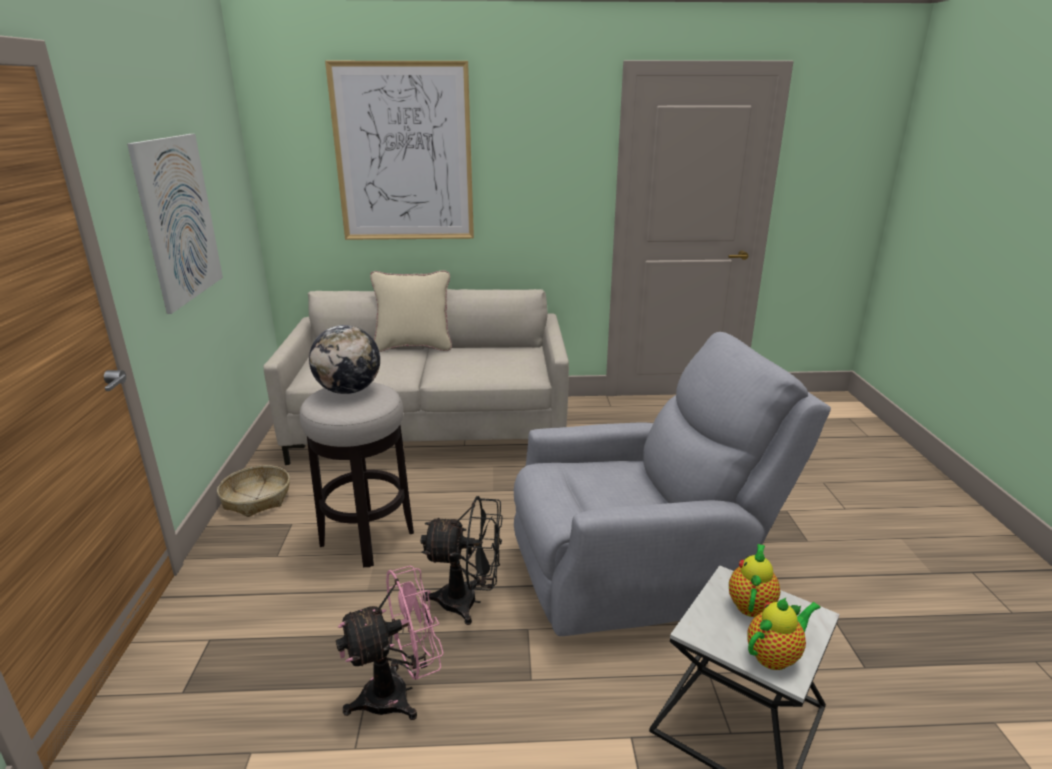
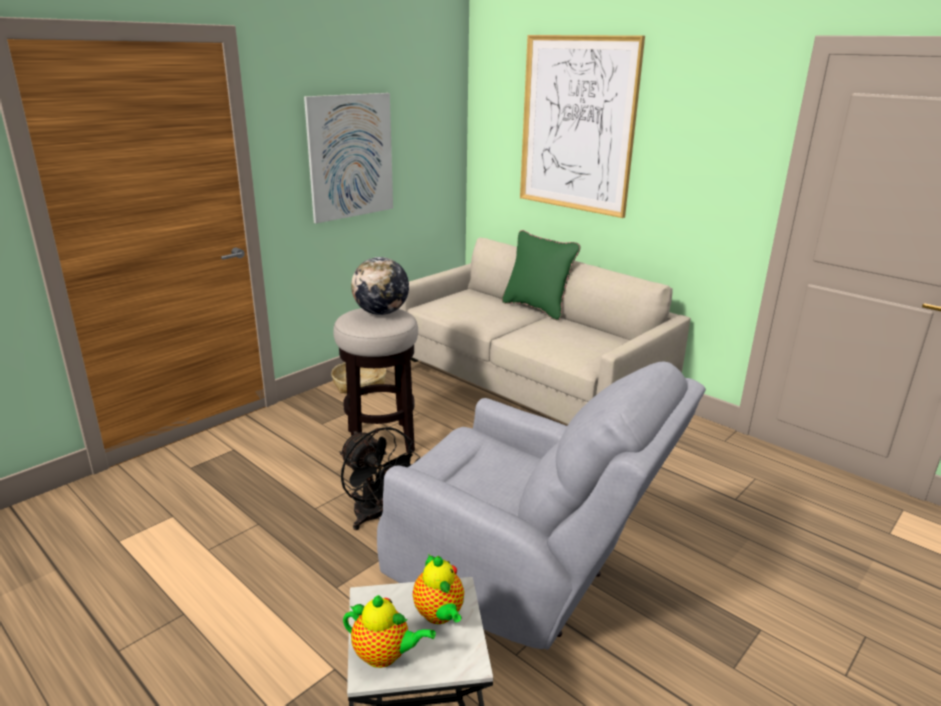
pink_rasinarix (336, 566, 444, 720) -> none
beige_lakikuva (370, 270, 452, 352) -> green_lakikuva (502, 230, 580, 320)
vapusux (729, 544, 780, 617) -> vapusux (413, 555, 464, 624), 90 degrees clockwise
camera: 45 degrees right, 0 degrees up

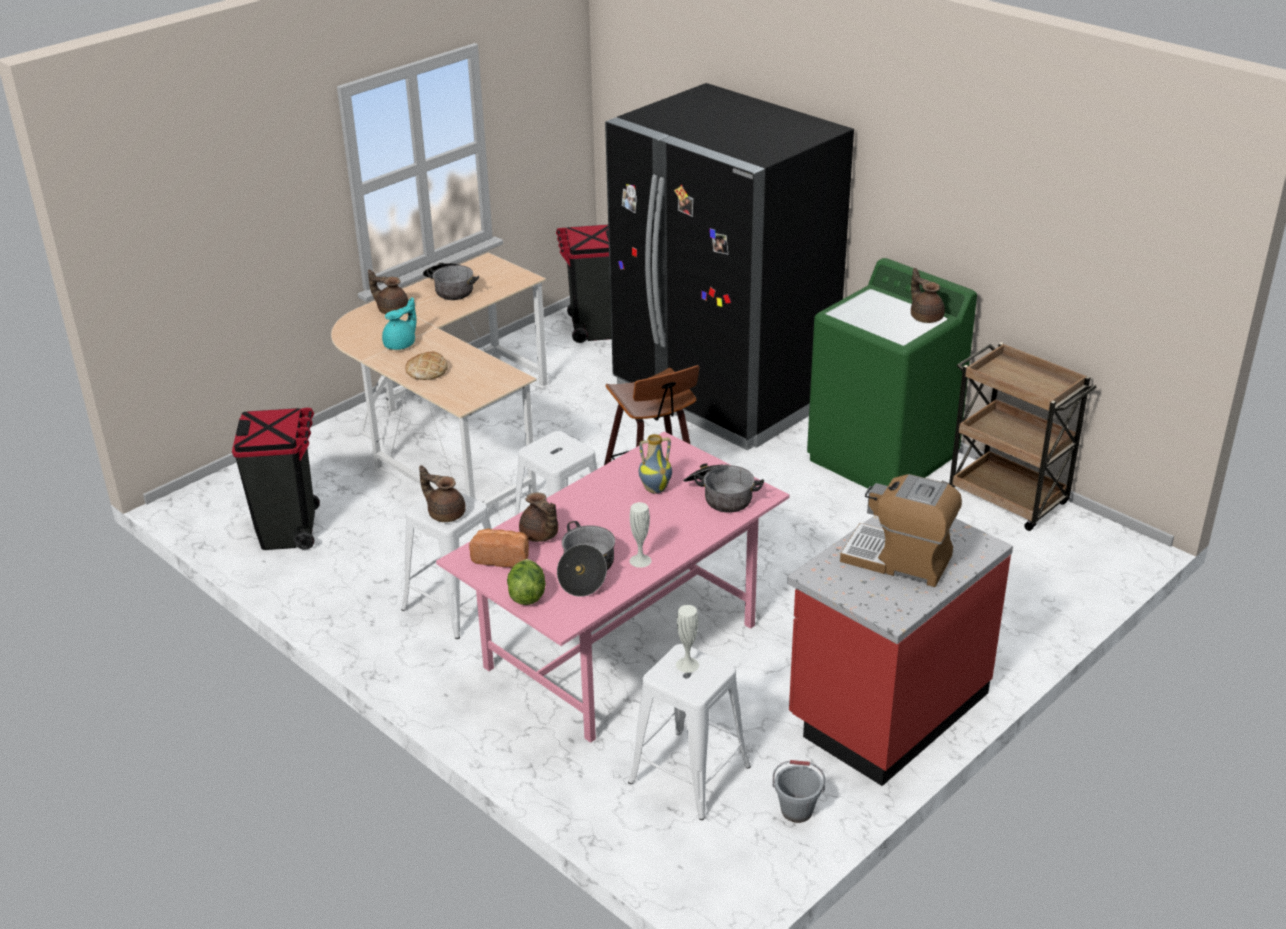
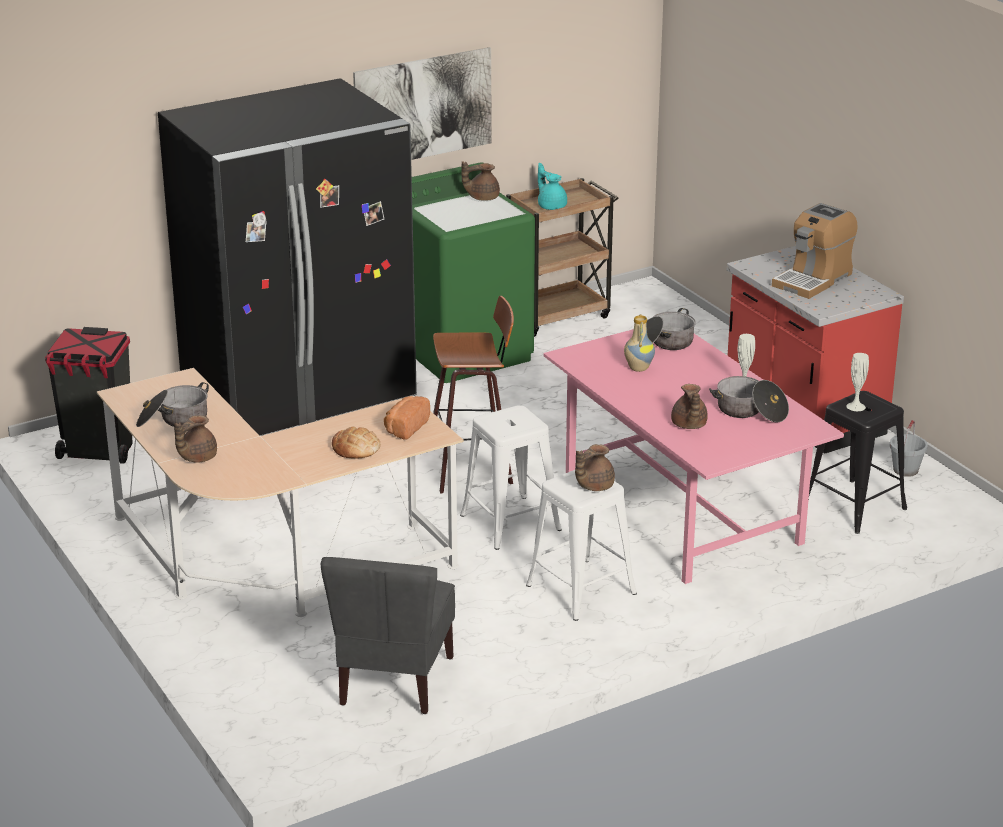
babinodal (507, 559, 546, 605) -> none
none -> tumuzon (353, 47, 491, 160)
turquoise_vapusux (382, 297, 416, 350) -> turquoise_vapusux (538, 163, 567, 210), relocated
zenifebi (469, 529, 529, 568) -> zenifebi (384, 396, 430, 440), relocated
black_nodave (232, 408, 320, 550) -> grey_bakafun (321, 557, 455, 714)
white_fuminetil (628, 644, 751, 820) -> black_fuminetil (808, 391, 907, 534)
brown_vapusux (519, 493, 558, 542) -> brown_vapusux (671, 384, 708, 429), 105 degrees clockwise
camera: 75 degrees left, 5 degrees down

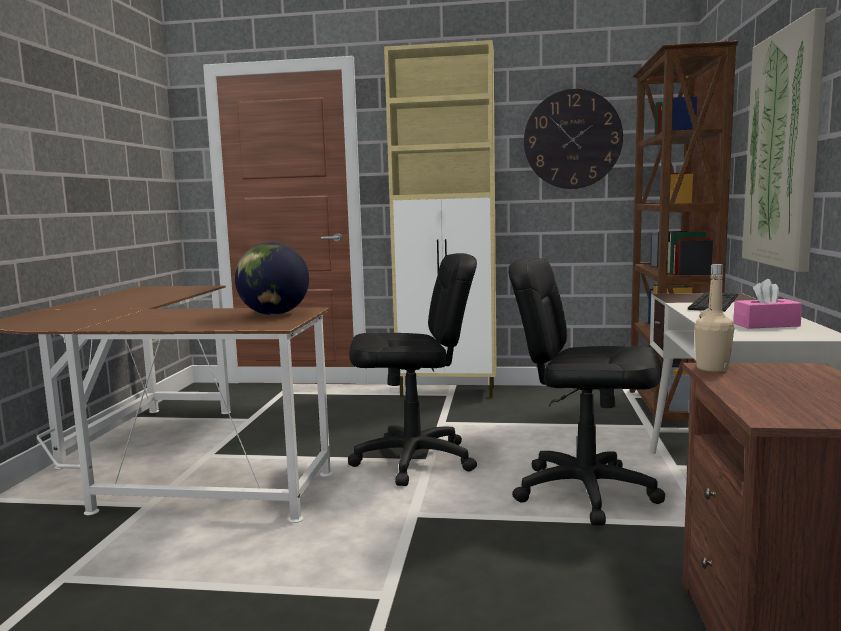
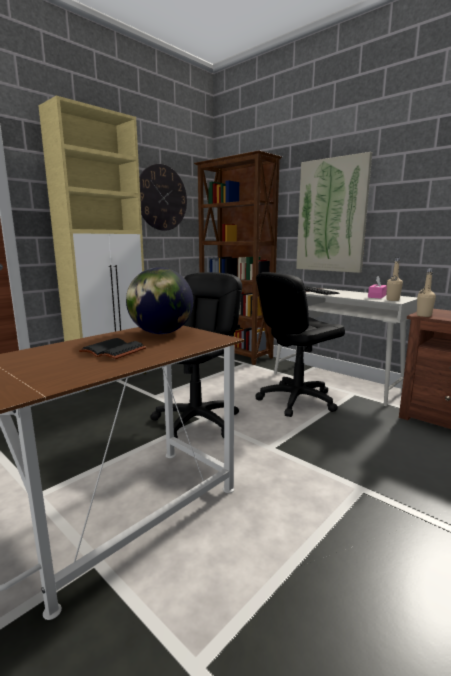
none -> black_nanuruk (79, 338, 146, 359)
none -> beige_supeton (387, 257, 403, 301)
camera: 55 degrees left, 5 degrees up

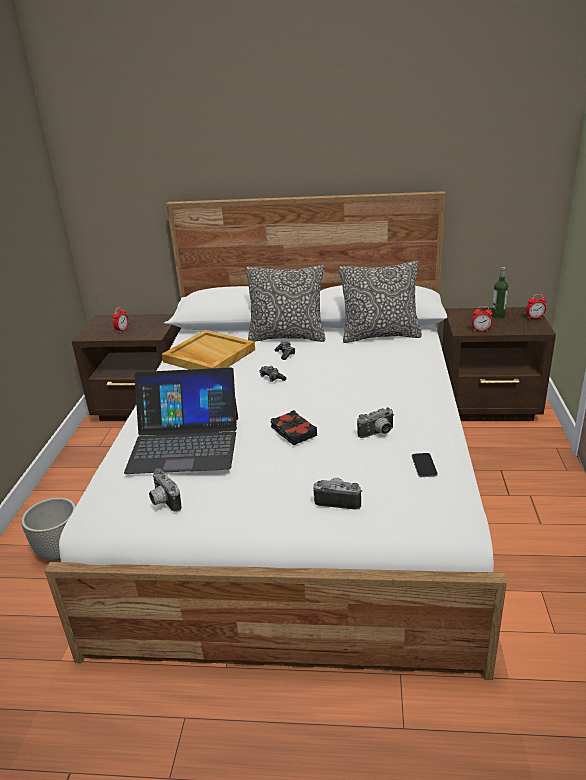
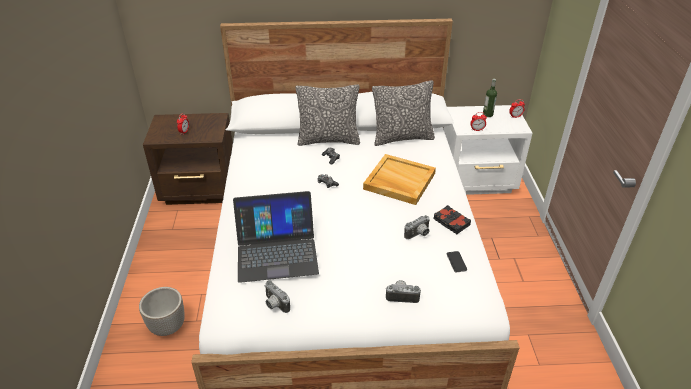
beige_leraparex (162, 330, 255, 370) -> beige_leraparex (363, 154, 436, 205), relocated
black_nanuruk (271, 410, 317, 445) -> black_nanuruk (434, 205, 471, 234), relocated
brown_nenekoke (442, 307, 556, 421) -> white_nenekoke (443, 105, 533, 195)
camera: 10 degrees left, 10 degrees up

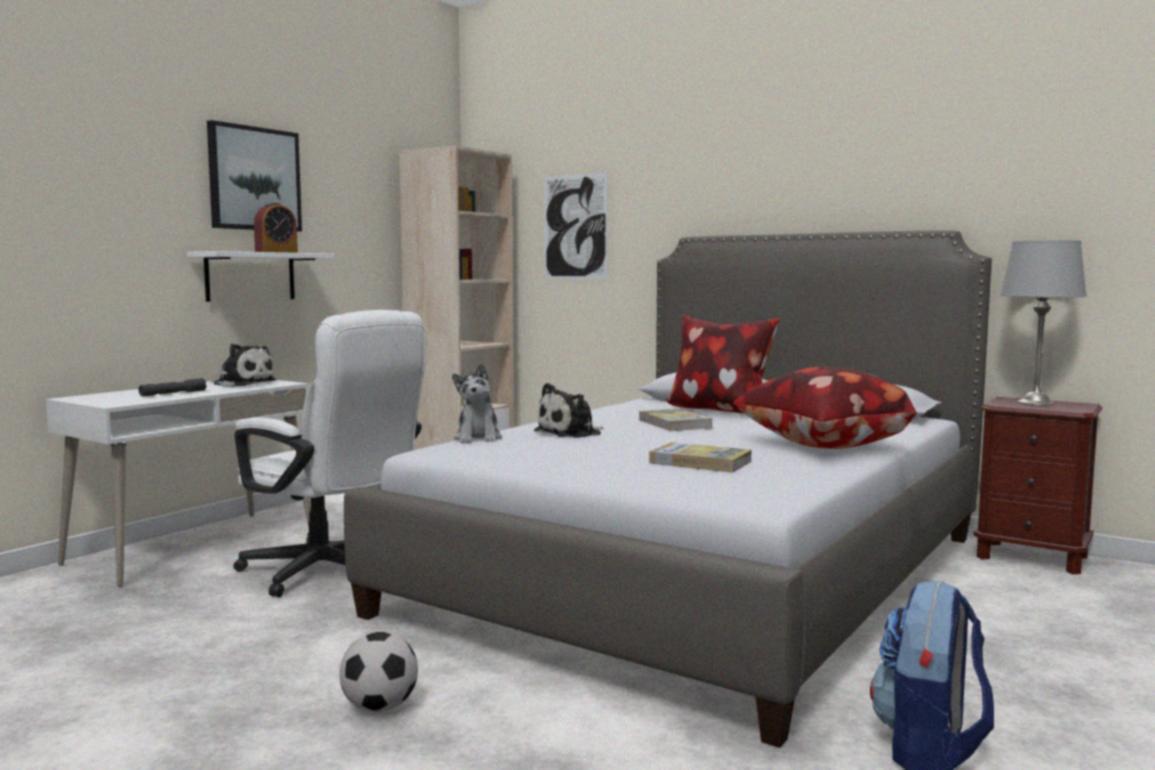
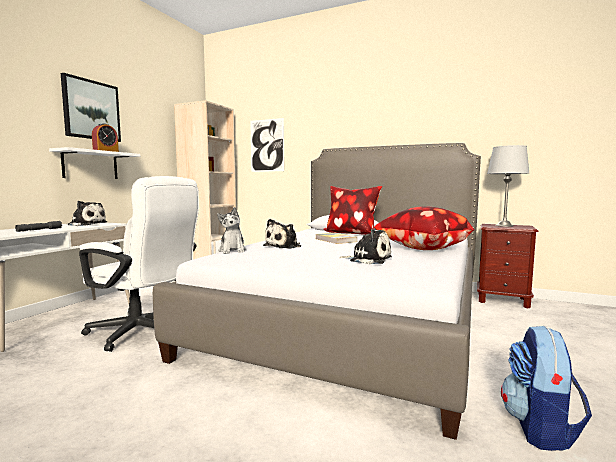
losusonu (340, 632, 418, 712) -> none
nanuruk (649, 442, 752, 473) -> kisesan (339, 229, 392, 264)
camera: 10 degrees left, 0 degrees up

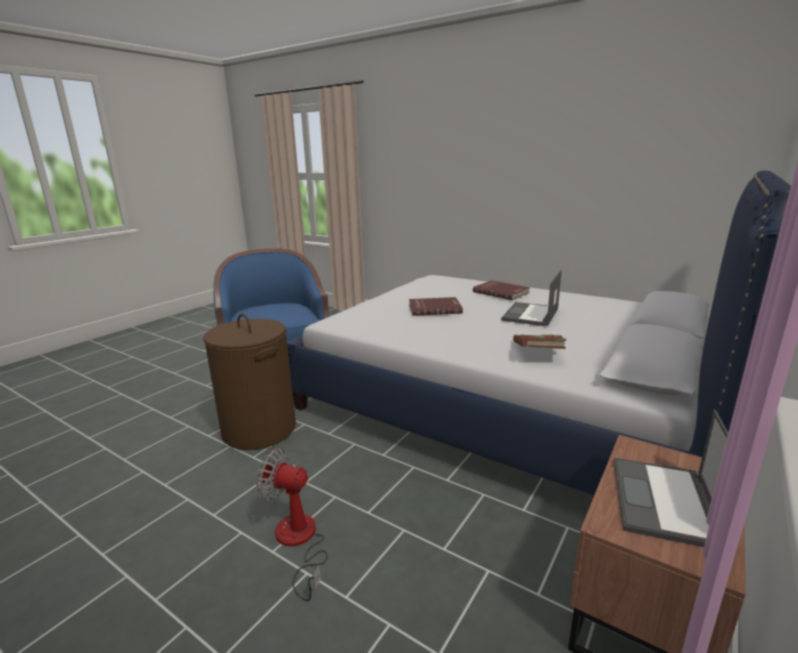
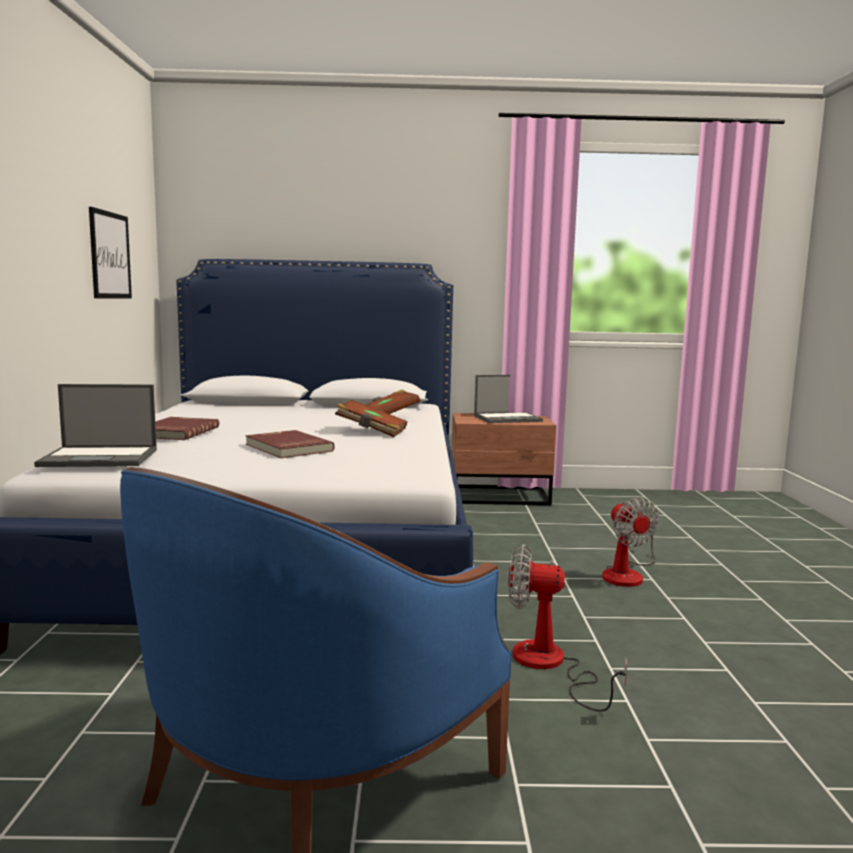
none -> tumuzon (89, 207, 132, 299)
none -> brown_nanuruk (335, 400, 408, 437)
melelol (501, 270, 562, 326) -> melelol (34, 384, 157, 467), relocated
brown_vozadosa (203, 314, 296, 450) -> rasinarix (509, 544, 627, 712)
camera: 125 degrees left, 10 degrees down

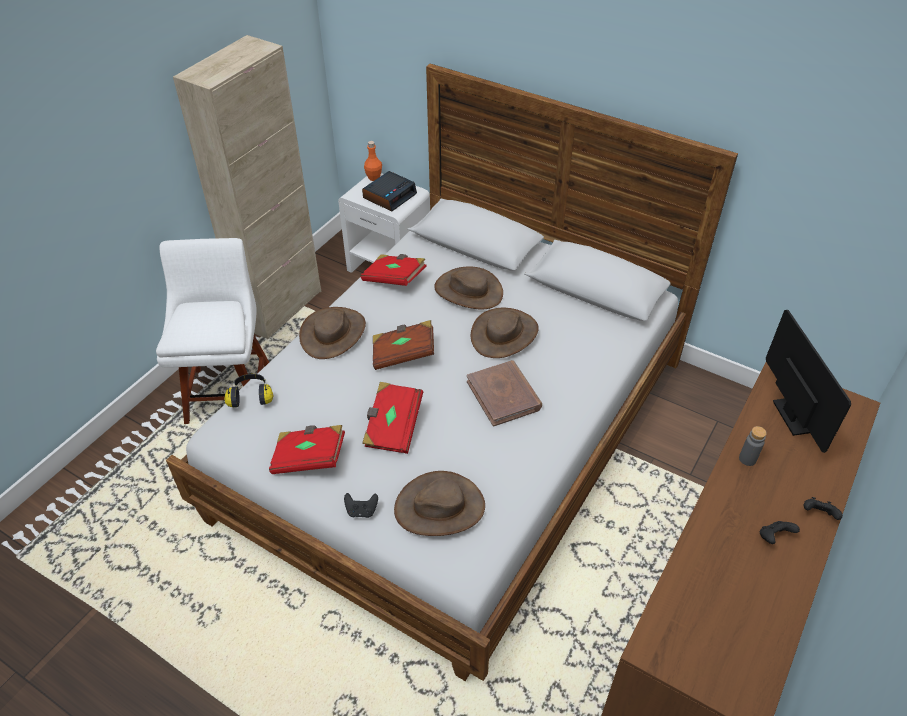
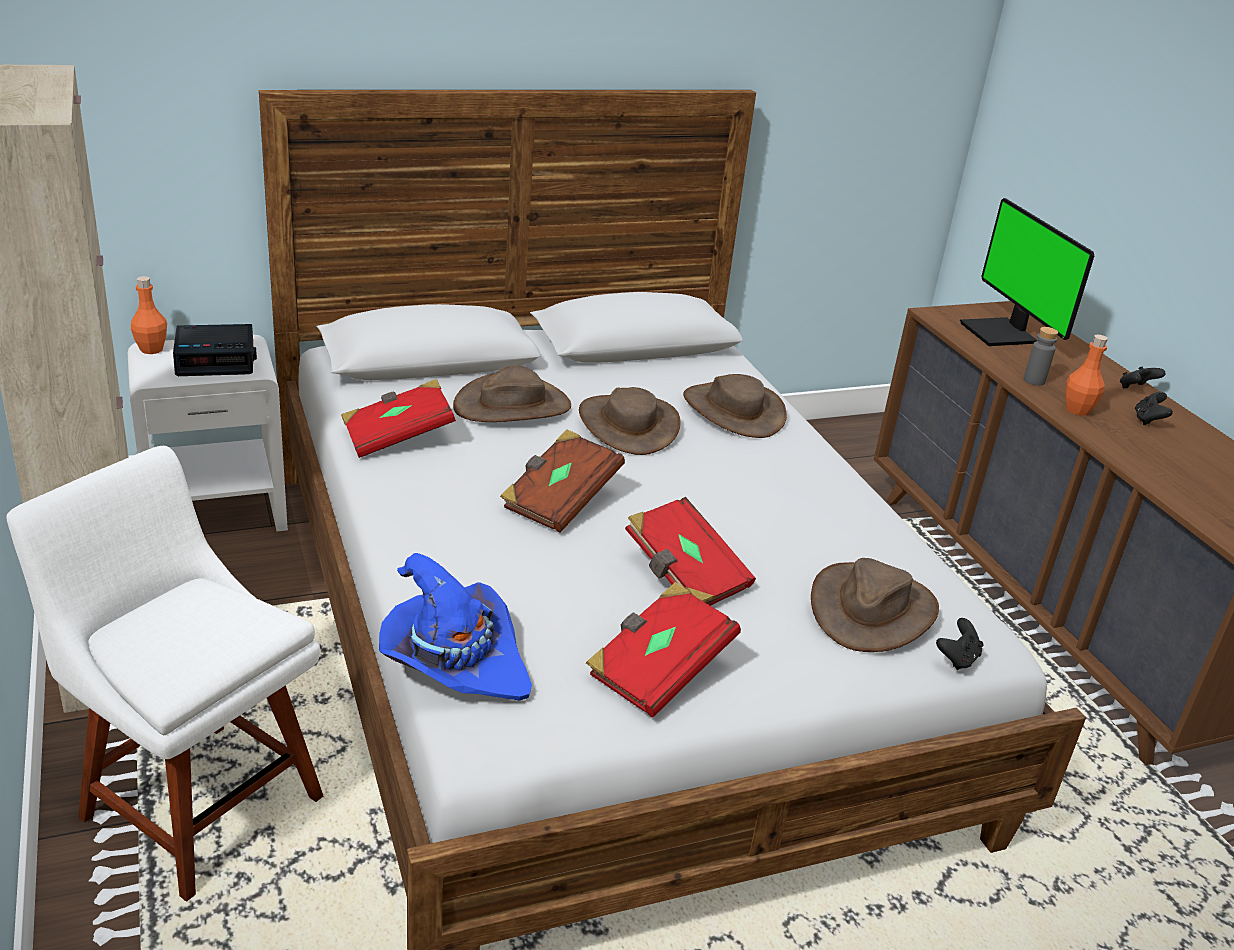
brown_nanuruk (467, 360, 542, 427) -> none
none -> orange_supeton (1065, 335, 1108, 416)
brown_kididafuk (299, 307, 366, 359) -> brown_kididafuk (683, 374, 787, 438), relocated
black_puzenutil (344, 493, 378, 518) -> black_puzenutil (936, 618, 983, 670), relocated
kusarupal (224, 374, 273, 407) -> blue_kididafuk (379, 553, 532, 701)
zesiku (362, 171, 417, 212) -> zesiku (173, 324, 257, 376), 90 degrees clockwise
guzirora (766, 310, 851, 453) -> guzirora (960, 198, 1094, 346), 135 degrees counterclockwise
camera: 55 degrees left, 15 degrees down

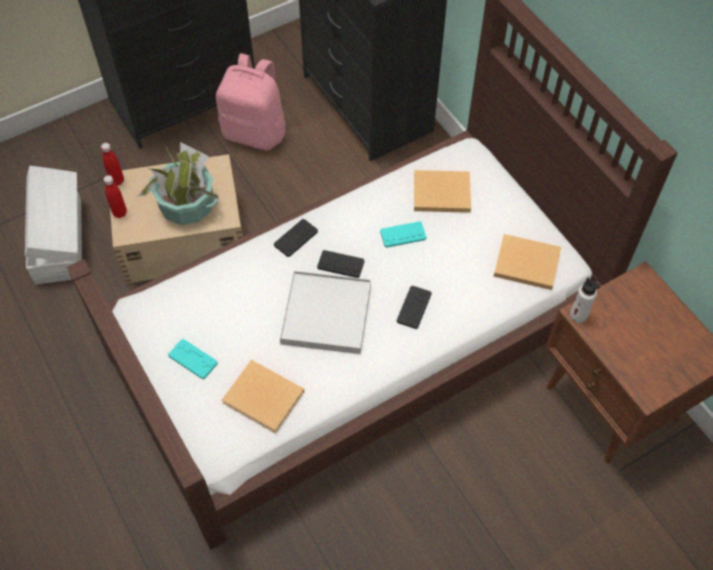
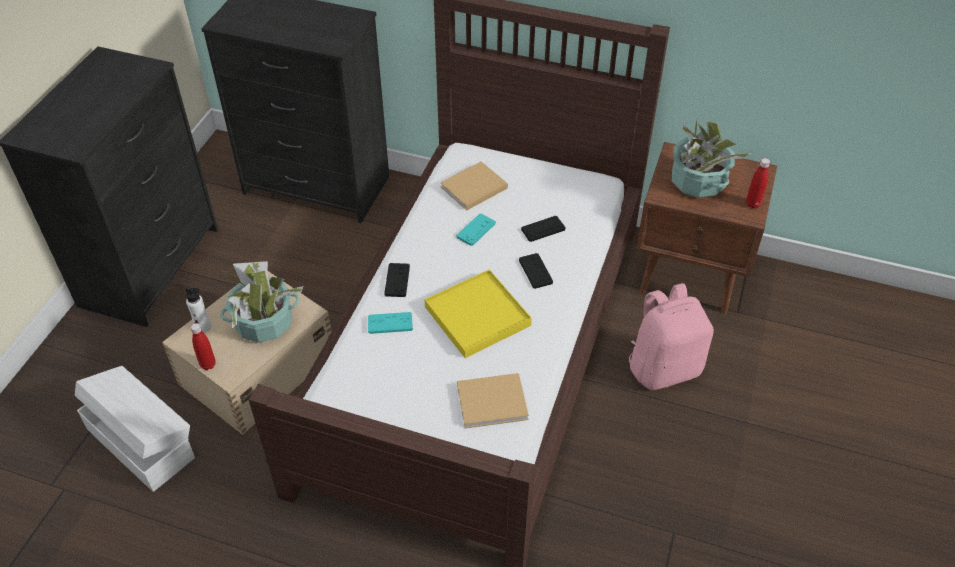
beige_nanuruk (494, 234, 561, 290) -> none
none -> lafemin (672, 119, 753, 198)
red_supeton (101, 143, 124, 185) -> red_supeton (746, 158, 770, 209), relocated
turquoise_puzenutil (168, 339, 218, 379) -> turquoise_puzenutil (368, 312, 413, 334), relocated
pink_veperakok (216, 53, 286, 151) -> pink_veperakok (629, 283, 714, 390), relocated
black_puzenutil (317, 250, 364, 278) -> black_puzenutil (521, 216, 566, 242), relocated
white_supeton (570, 277, 600, 323) -> white_supeton (185, 288, 211, 333), relocated
white_leraparex (280, 271, 371, 354) -> yellow_leraparex (424, 269, 532, 358)
camera: 40 degrees left, 10 degrees down

